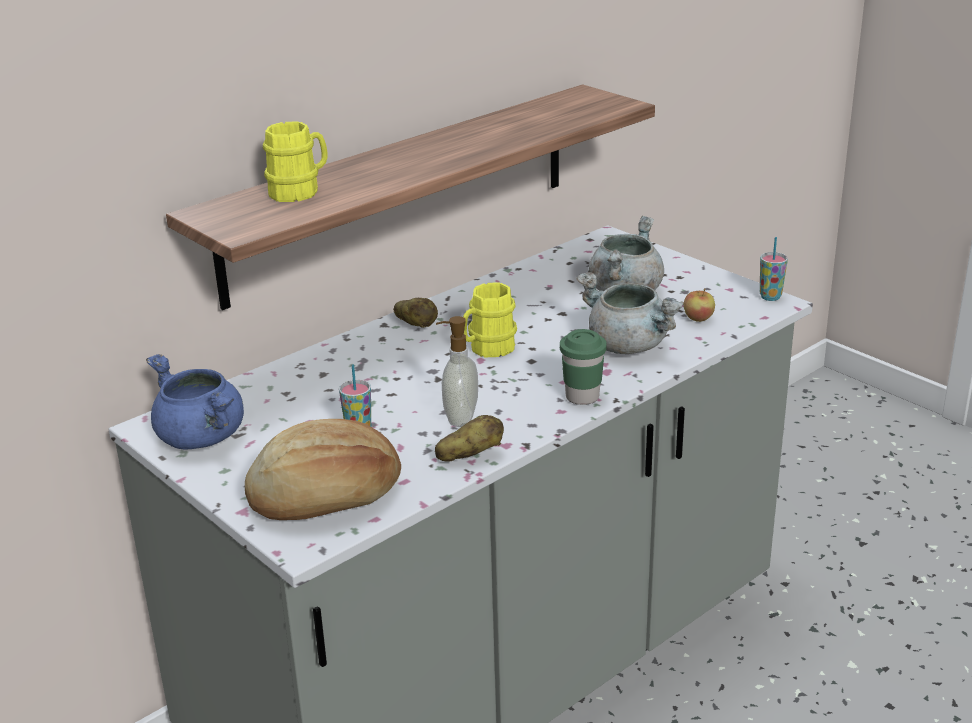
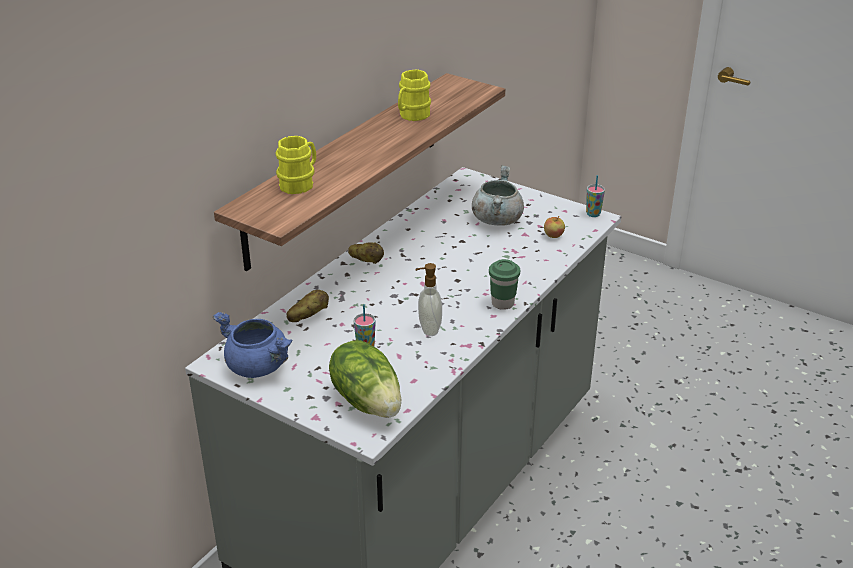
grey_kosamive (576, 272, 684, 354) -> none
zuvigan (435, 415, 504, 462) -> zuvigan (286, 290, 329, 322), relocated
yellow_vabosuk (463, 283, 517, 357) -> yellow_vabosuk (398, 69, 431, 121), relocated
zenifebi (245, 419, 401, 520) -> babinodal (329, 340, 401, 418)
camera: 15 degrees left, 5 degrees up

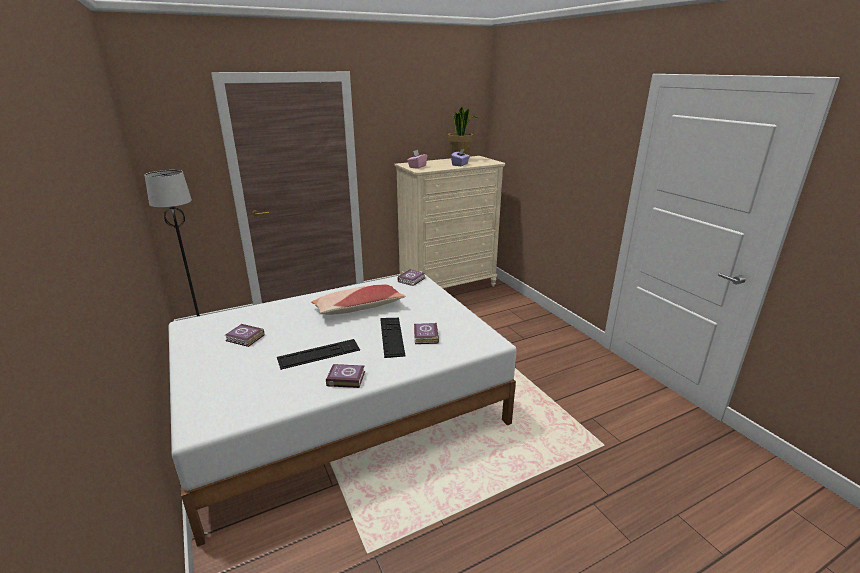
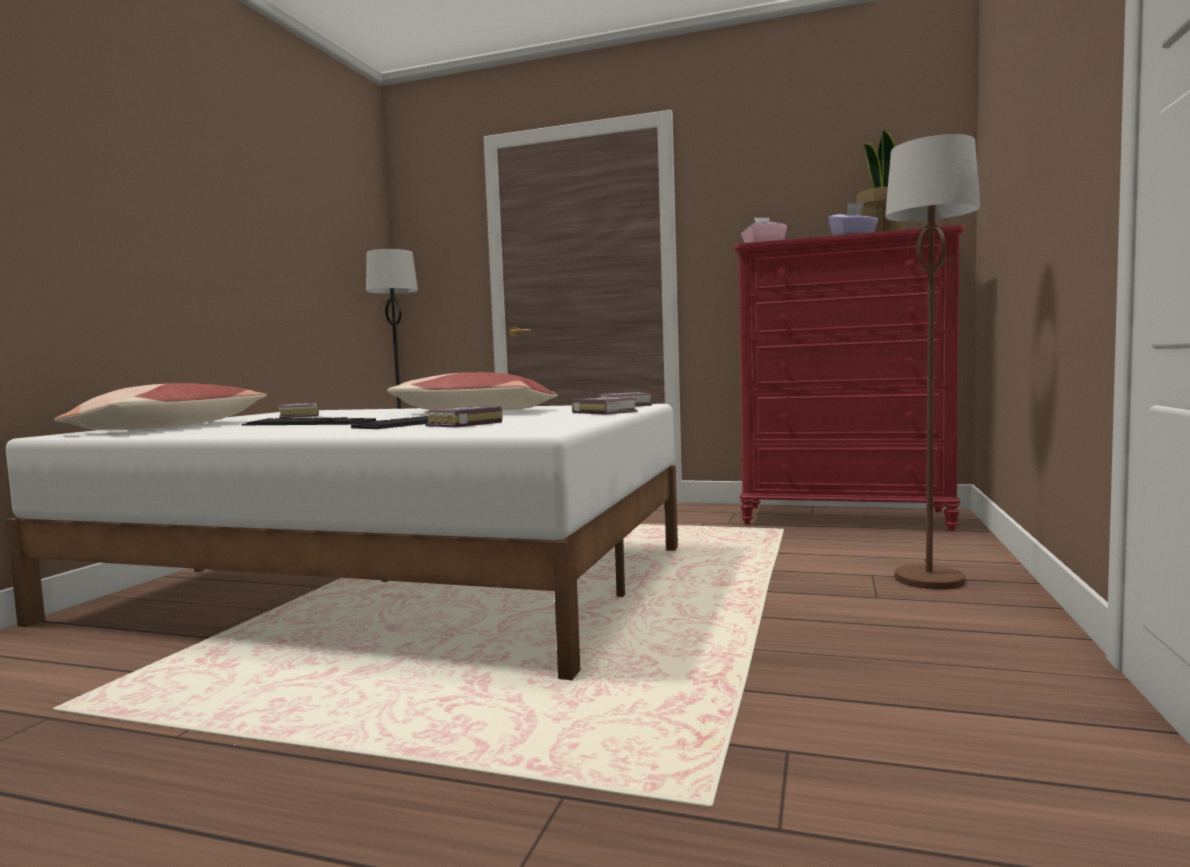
none -> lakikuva (54, 383, 267, 430)
none -> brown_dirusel (885, 134, 980, 590)
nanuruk (326, 364, 365, 388) -> nanuruk (572, 397, 638, 415), relocated
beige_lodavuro (395, 156, 505, 288) -> red_lodavuro (734, 225, 965, 531)
camera: 45 degrees right, 20 degrees down

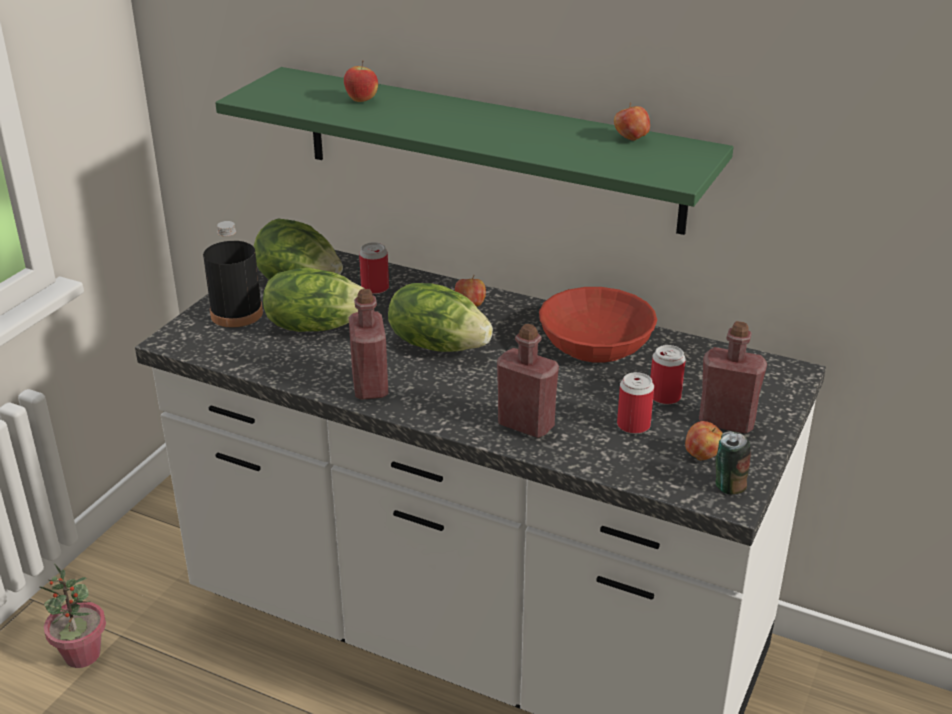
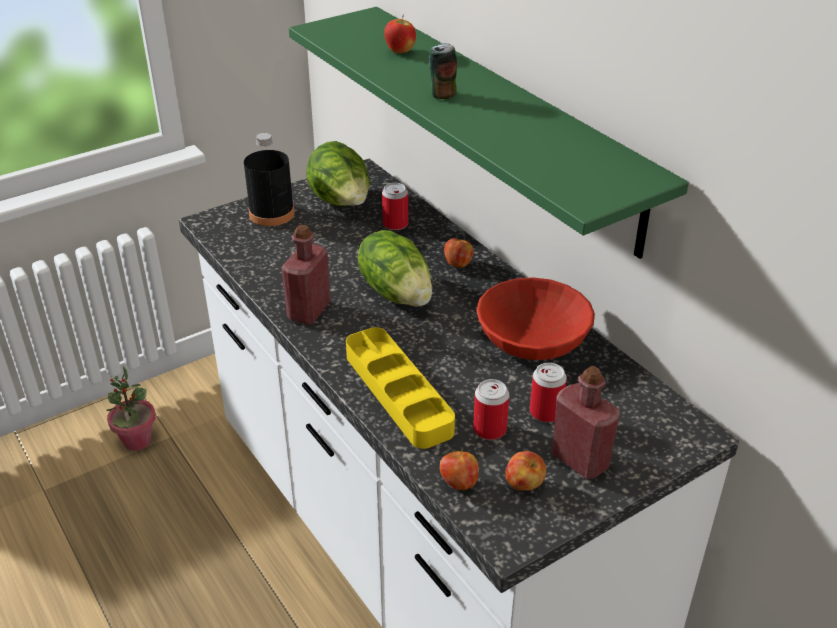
babinodal (263, 268, 365, 332) -> none
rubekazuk (614, 103, 650, 141) -> rubekazuk (440, 449, 479, 490), relocated
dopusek (716, 431, 751, 495) -> dopusek (429, 43, 457, 99), relocated
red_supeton (497, 324, 559, 438) -> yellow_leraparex (346, 327, 455, 449)
camera: 30 degrees right, 5 degrees up

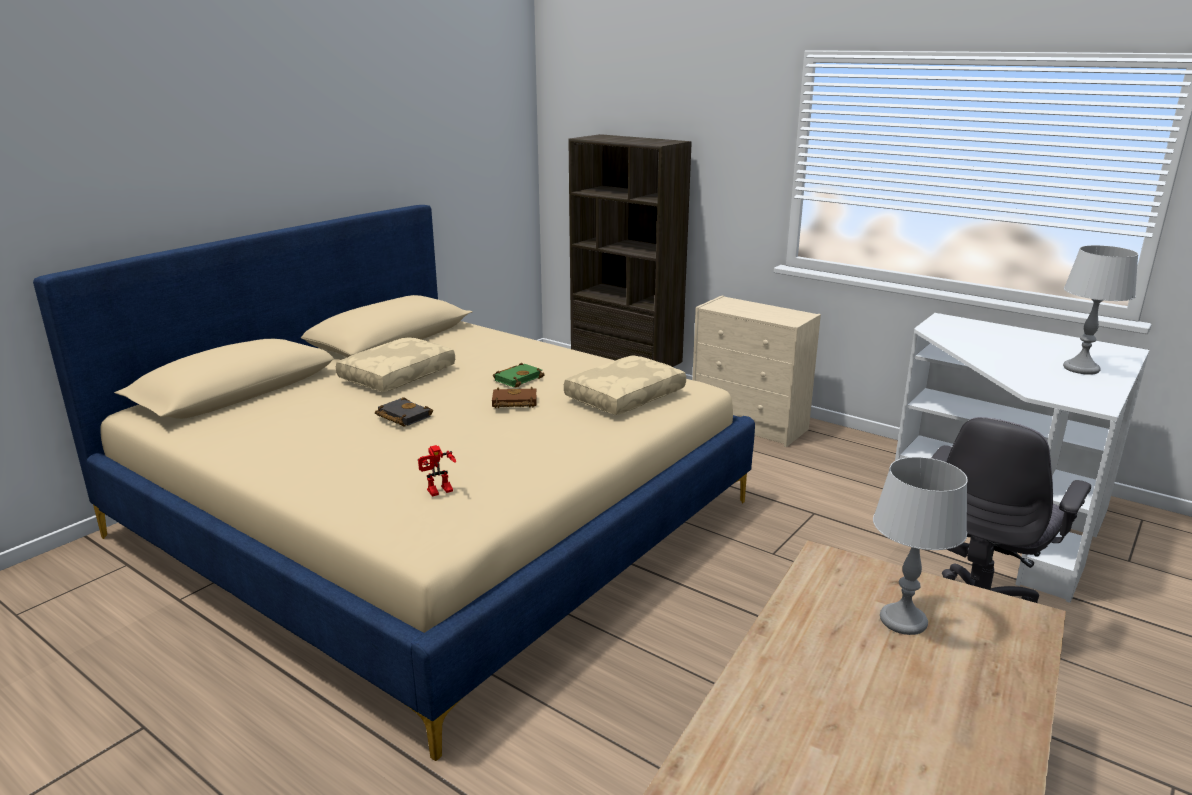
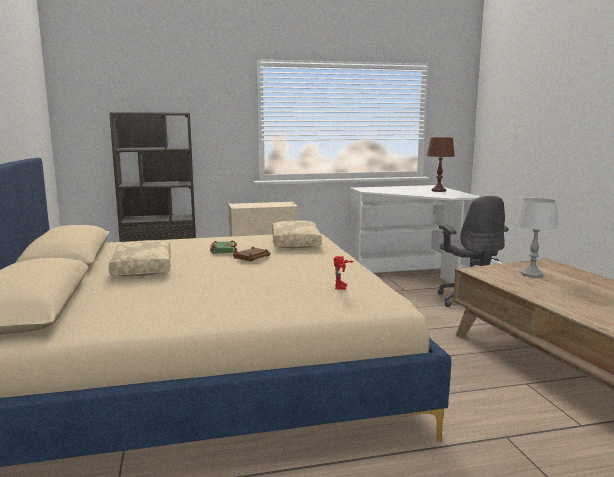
black_nanuruk (375, 397, 433, 426) -> none
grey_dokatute (1063, 245, 1139, 375) -> brown_dokatute (427, 137, 455, 192)
camera: 50 degrees left, 10 degrees down

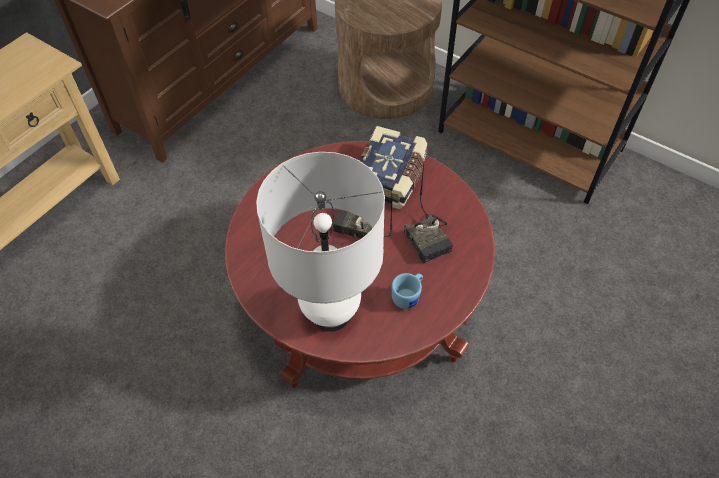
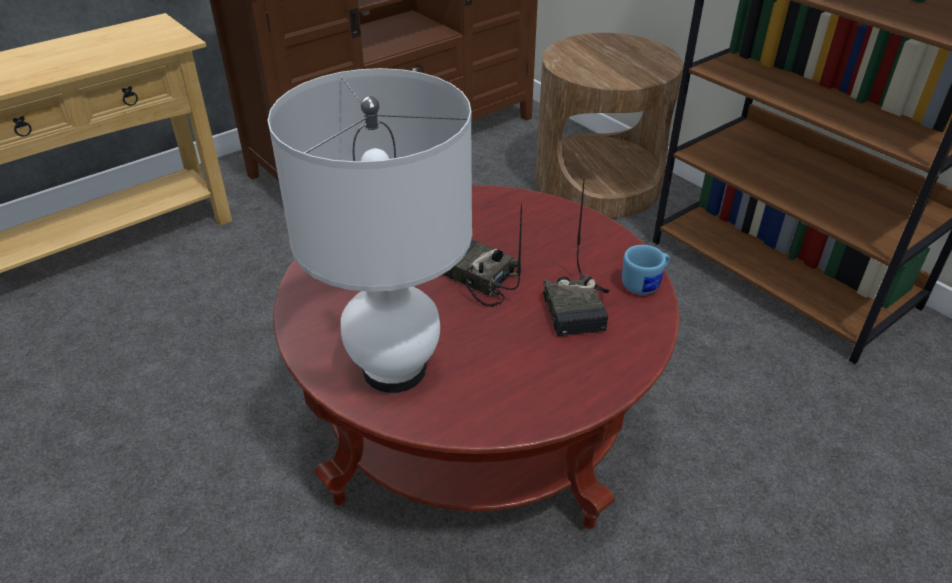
nanuruk (361, 126, 427, 209) -> none
blue_vabosuk (392, 273, 423, 309) -> blue_vabosuk (622, 245, 670, 295), relocated
camera: 15 degrees right, 15 degrees down

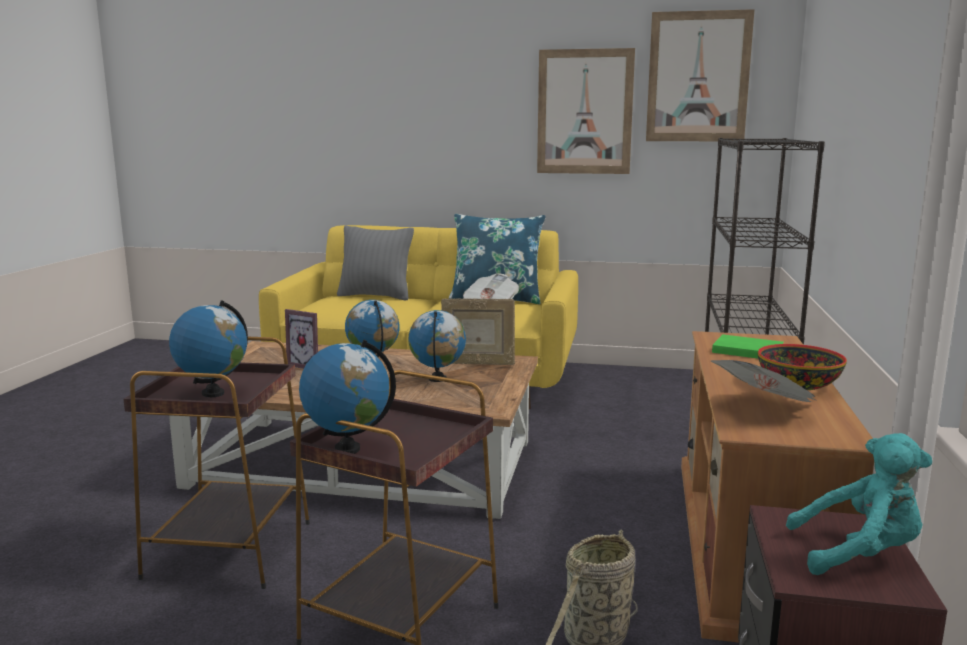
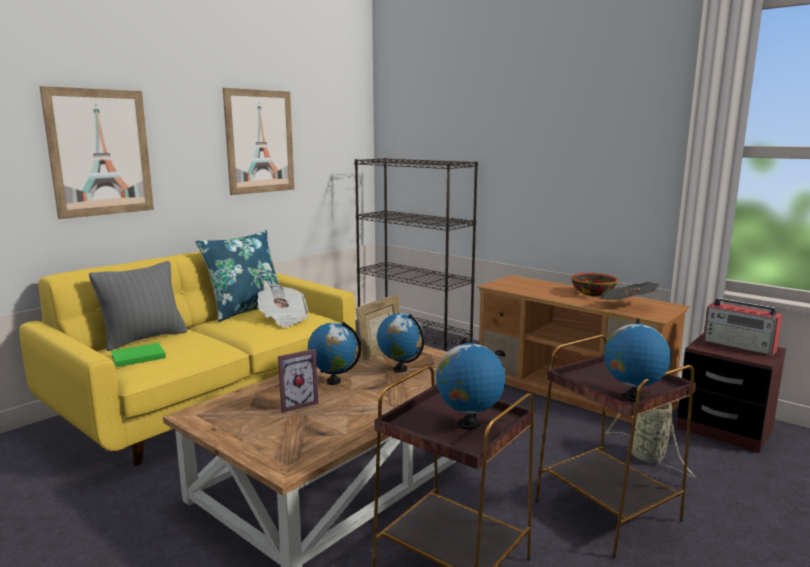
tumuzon (646, 9, 755, 141) -> tumuzon (39, 86, 154, 219), relocated
green_nanuruk (712, 334, 784, 359) -> green_nanuruk (111, 343, 166, 367), relocated
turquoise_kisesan (786, 433, 932, 575) -> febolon (703, 298, 783, 355)
camera: 60 degrees left, 0 degrees up

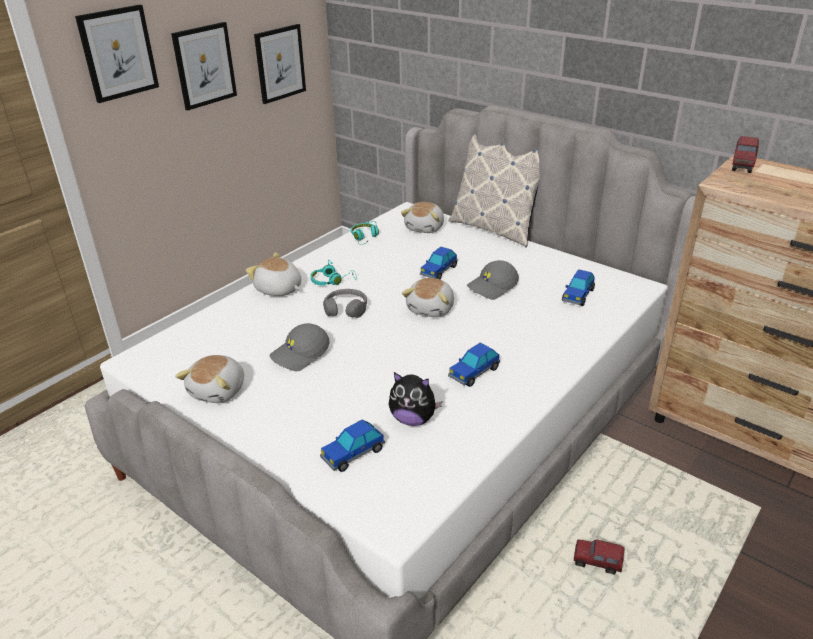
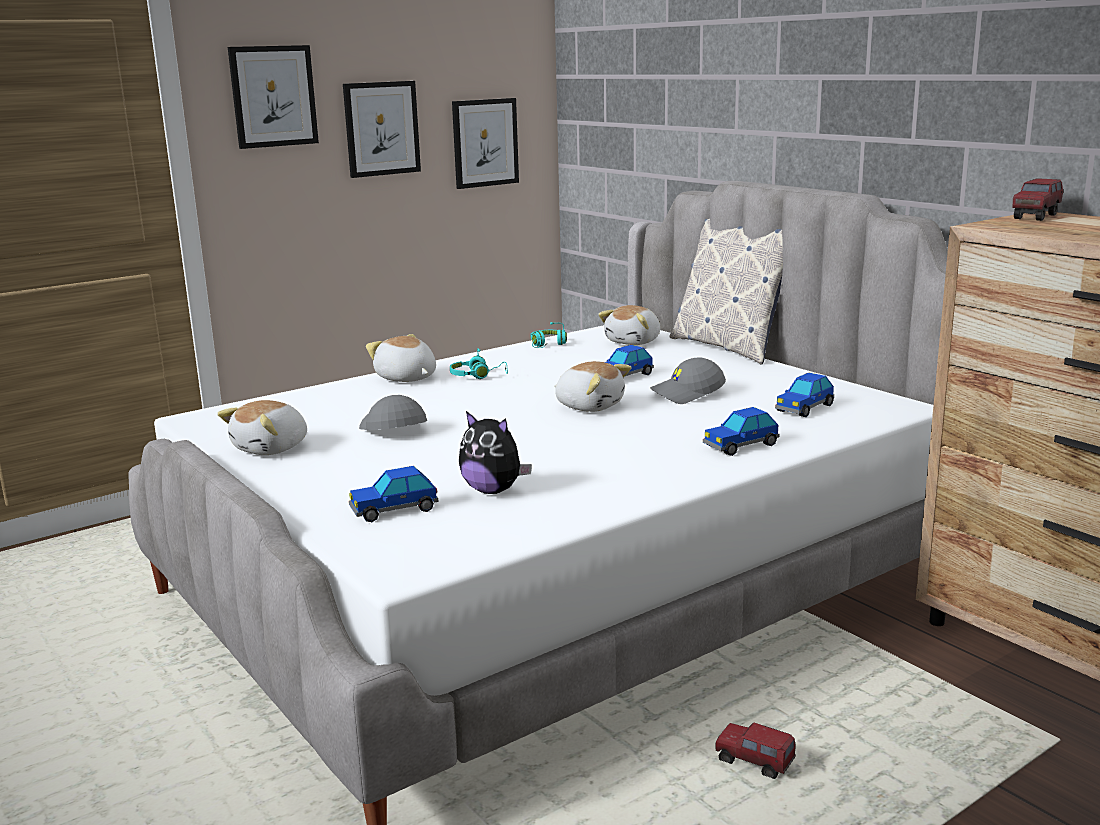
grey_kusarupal (323, 289, 367, 318) -> none
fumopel (448, 342, 500, 387) -> fumopel (703, 407, 779, 456), relocated
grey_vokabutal (270, 323, 329, 371) -> grey_vokabutal (359, 395, 427, 430), 90 degrees clockwise
kisesan (402, 278, 454, 317) -> kisesan (554, 361, 631, 412), 90 degrees counterclockwise
camera: 15 degrees right, 15 degrees down

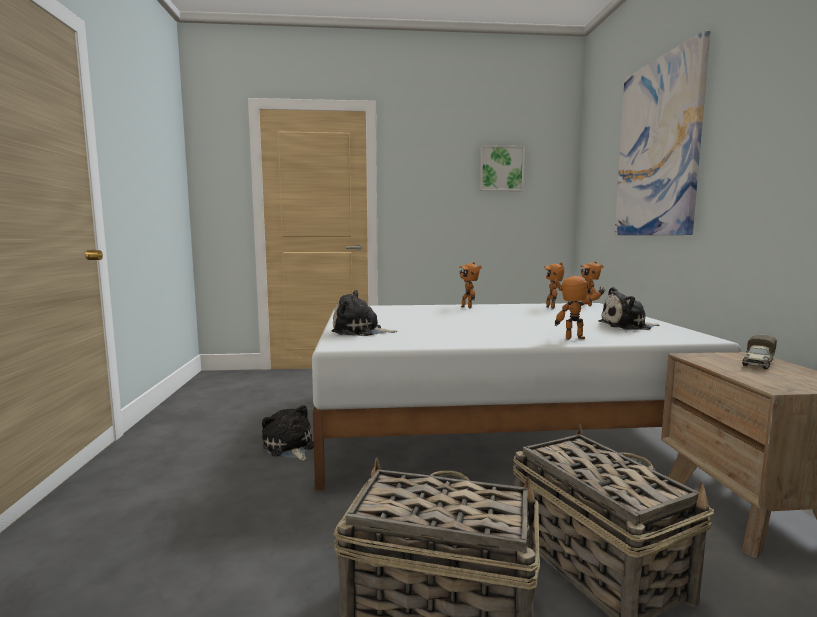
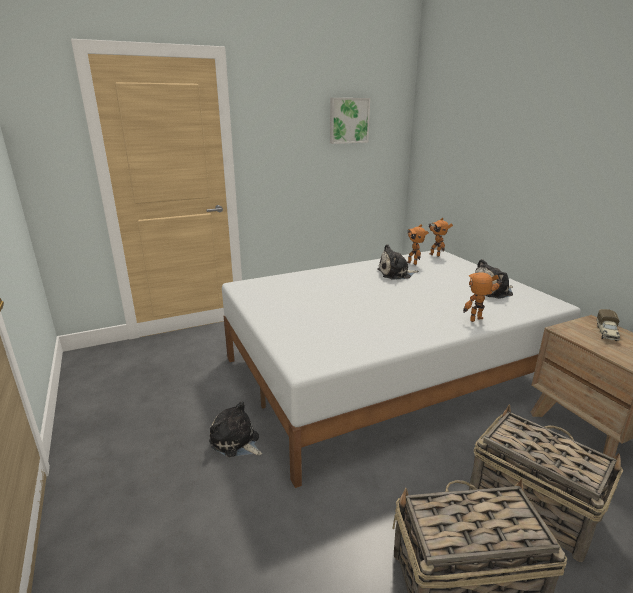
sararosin (459, 262, 482, 308) -> none
tumuzon (615, 30, 710, 235) -> none
kisesan (332, 290, 397, 336) -> kisesan (377, 244, 419, 280), relocated
camera: 20 degrees left, 15 degrees up

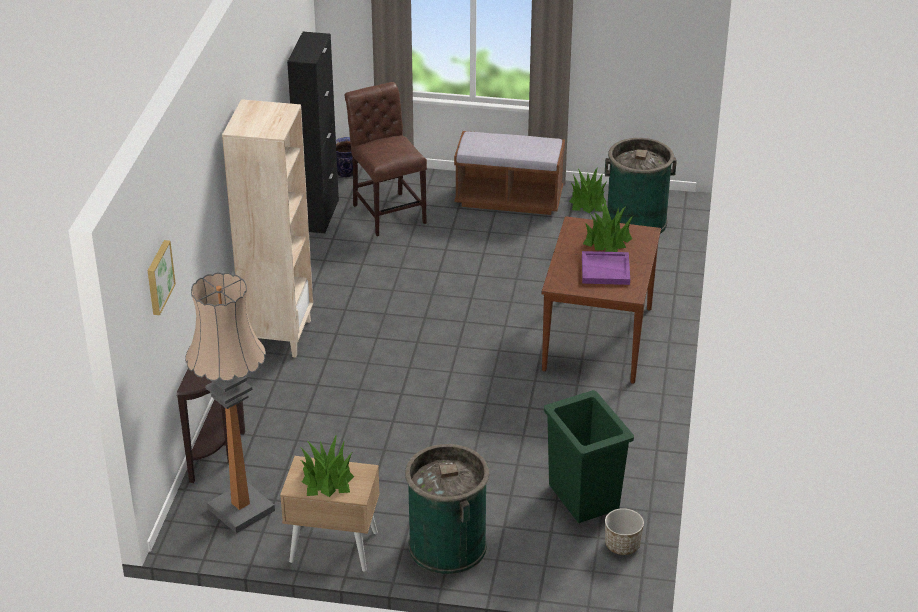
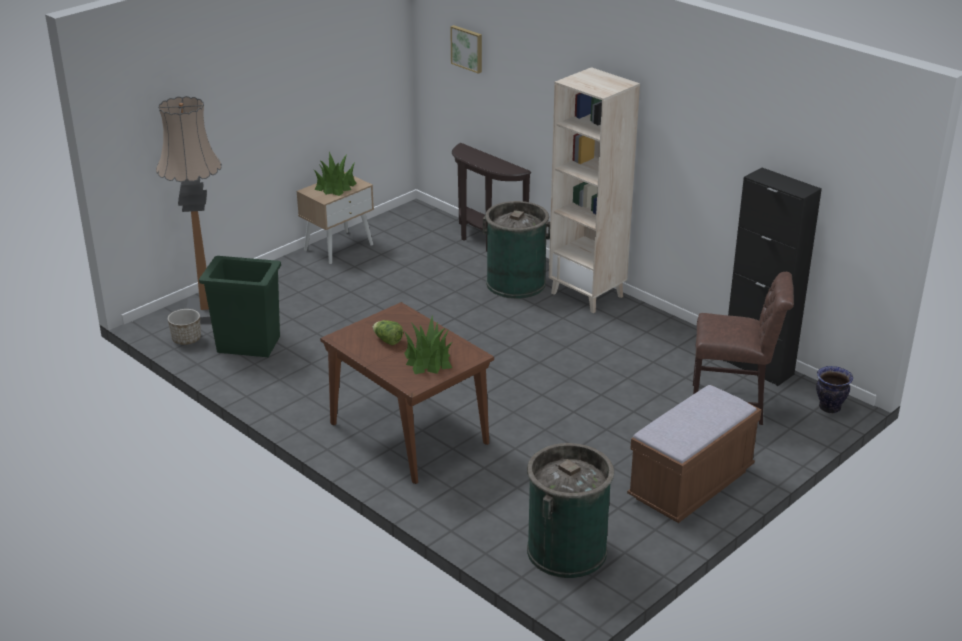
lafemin (569, 168, 607, 213) -> none
dirusel (185, 272, 275, 533) -> dirusel (156, 96, 222, 323), relocated
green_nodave (405, 444, 489, 574) -> green_nodave (483, 201, 550, 299), relocated
purple_leraparex (582, 251, 630, 285) -> babinodal (373, 320, 403, 345)
camera: 125 degrees right, 5 degrees down

